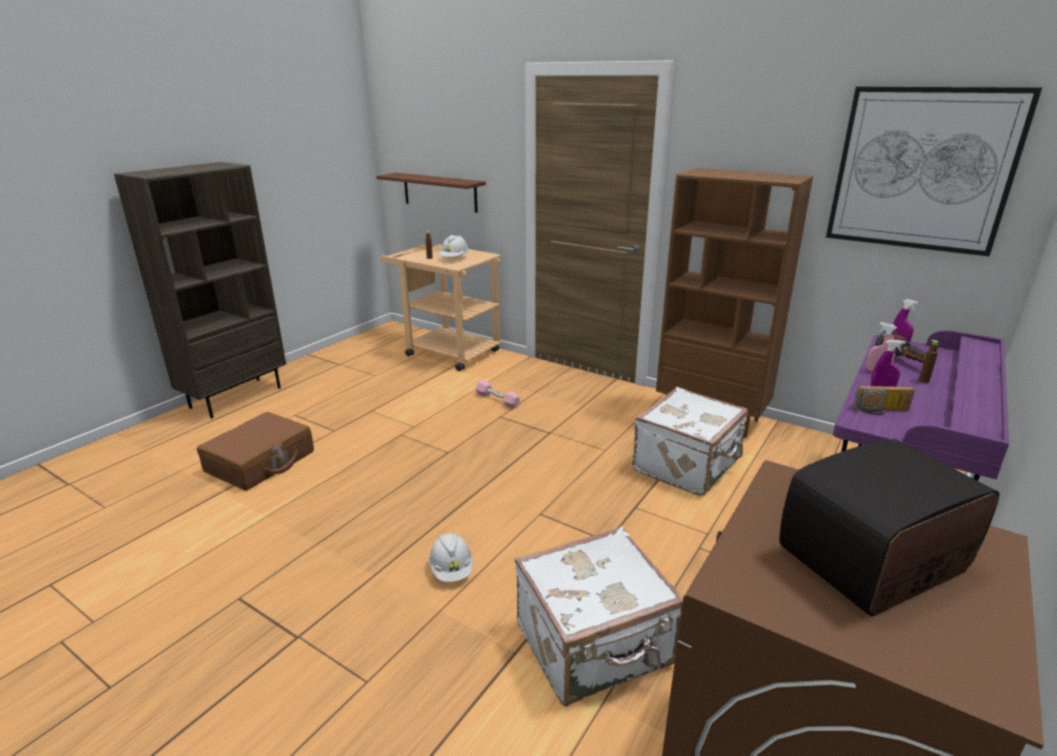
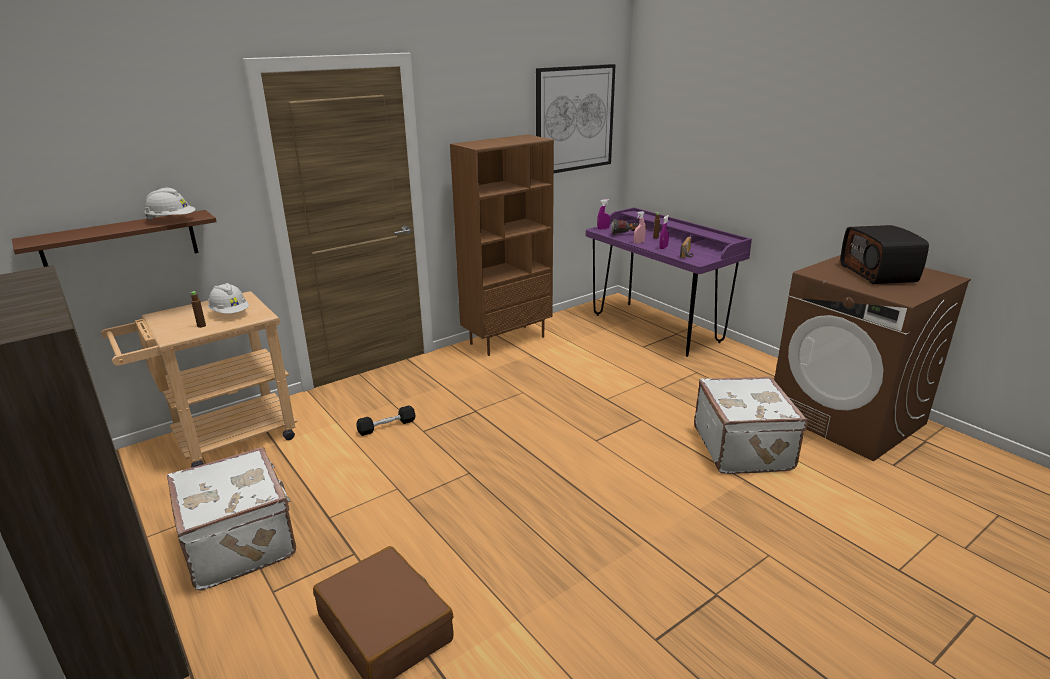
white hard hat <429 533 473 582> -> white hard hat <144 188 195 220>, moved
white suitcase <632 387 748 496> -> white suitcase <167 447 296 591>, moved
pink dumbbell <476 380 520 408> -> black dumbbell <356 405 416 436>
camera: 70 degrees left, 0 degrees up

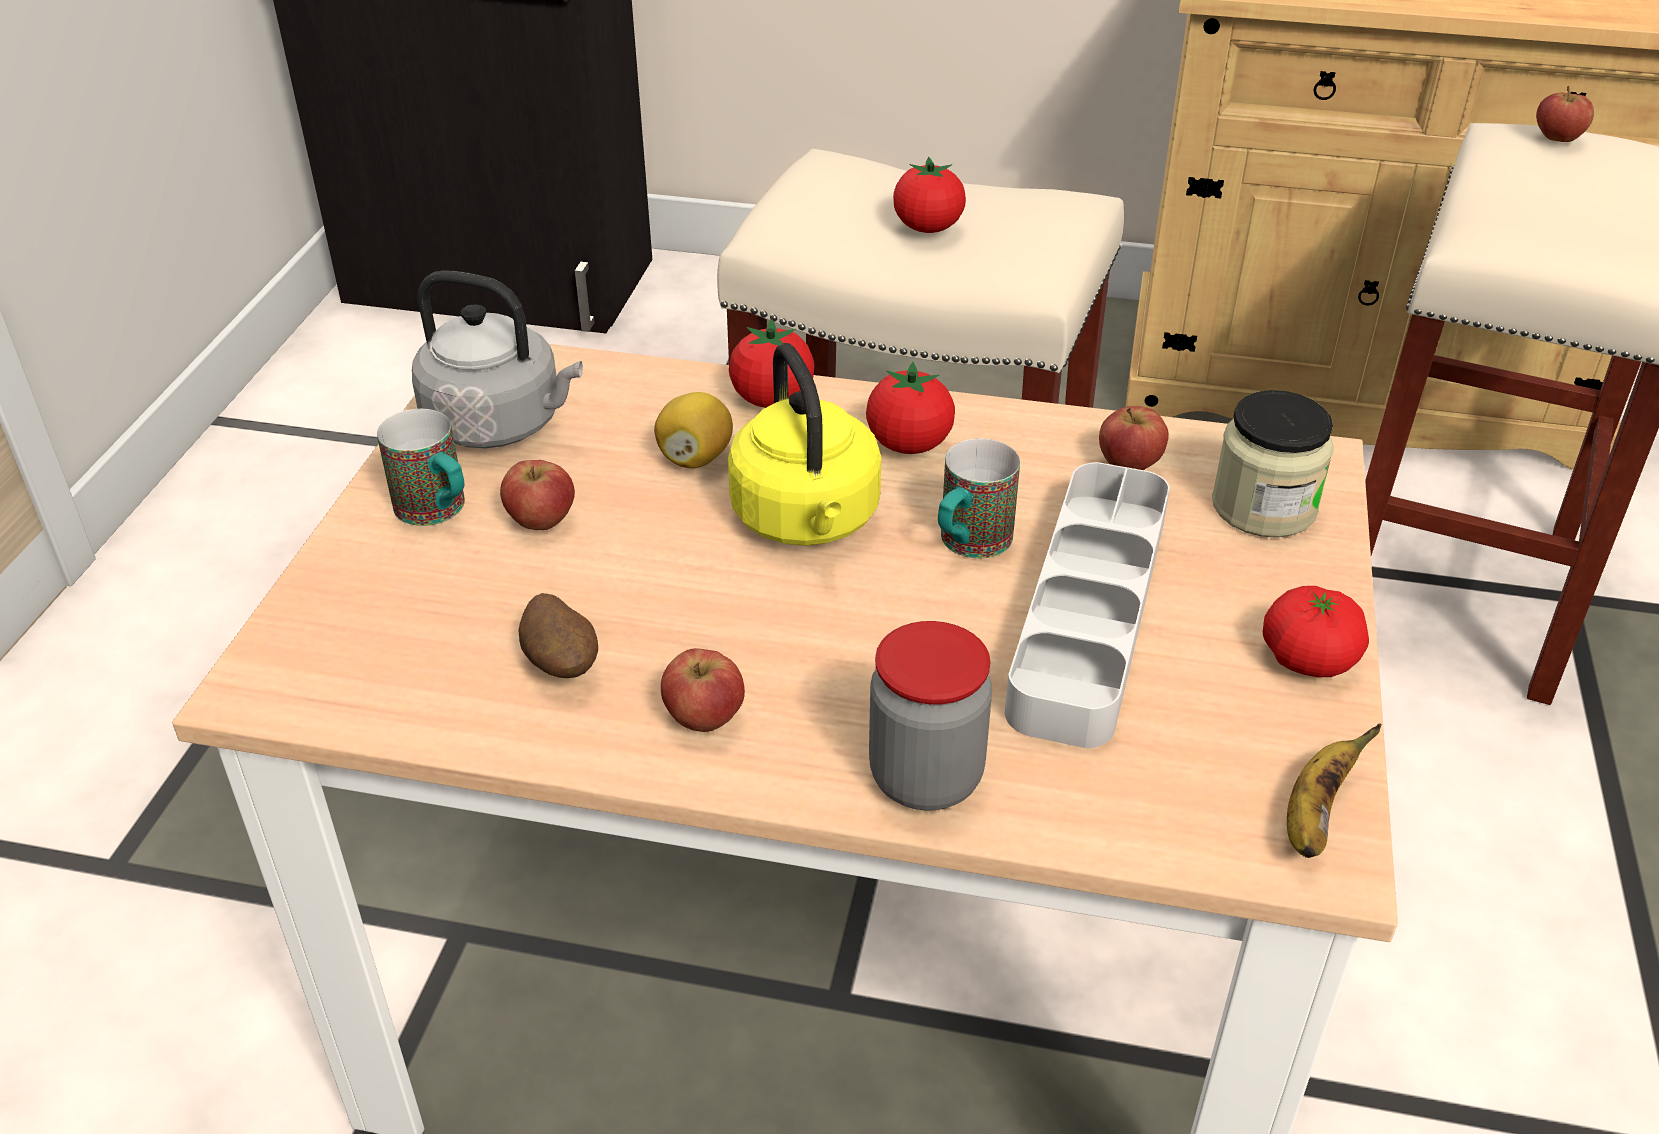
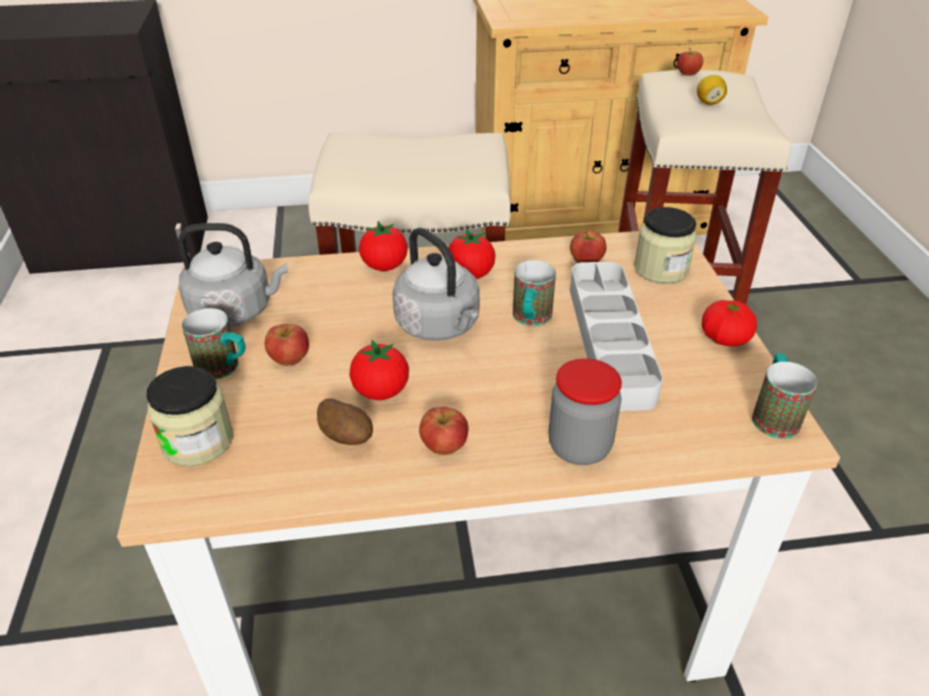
none -> jar <147 366 233 466>
tomato <893 157 966 233> -> tomato <350 340 409 400>, moved
yellow kettle <728 343 881 546> -> grey kettle <392 228 480 341>
lemon <654 392 733 468> -> lemon <697 75 727 105>, moved
banana <1287 723 1382 858> -> mug <752 353 817 439>
camera: 20 degrees left, 0 degrees up

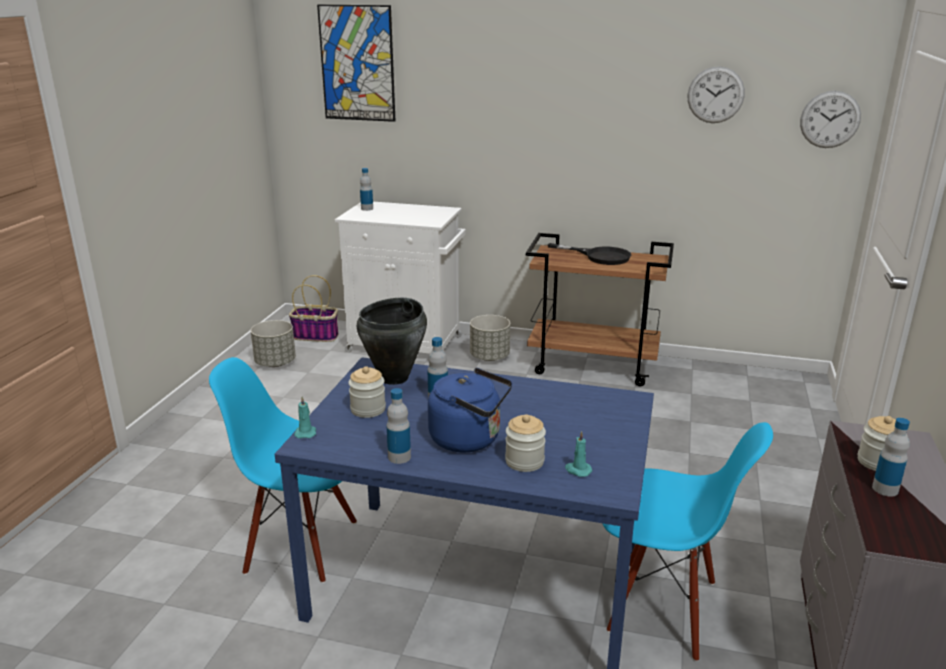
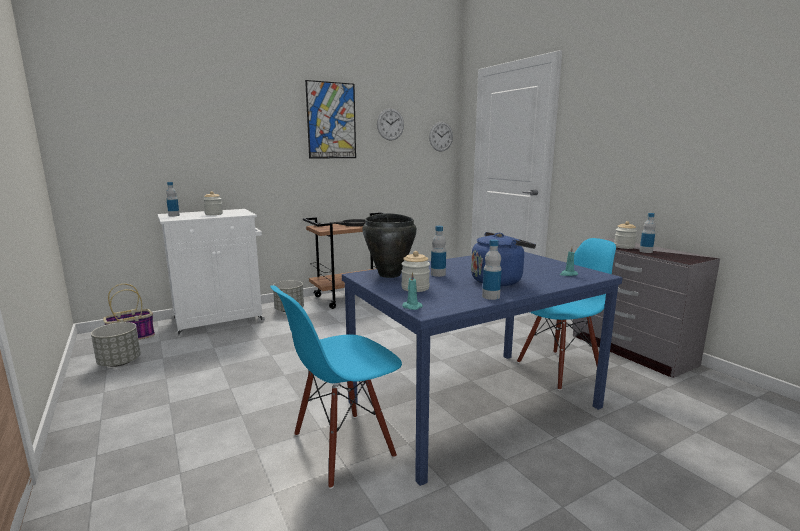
jar <505 414 546 472> -> jar <203 191 223 215>, moved
picture <317 4 395 122> -> picture <305 80 356 159>, moved
camera: 45 degrees left, 10 degrees down

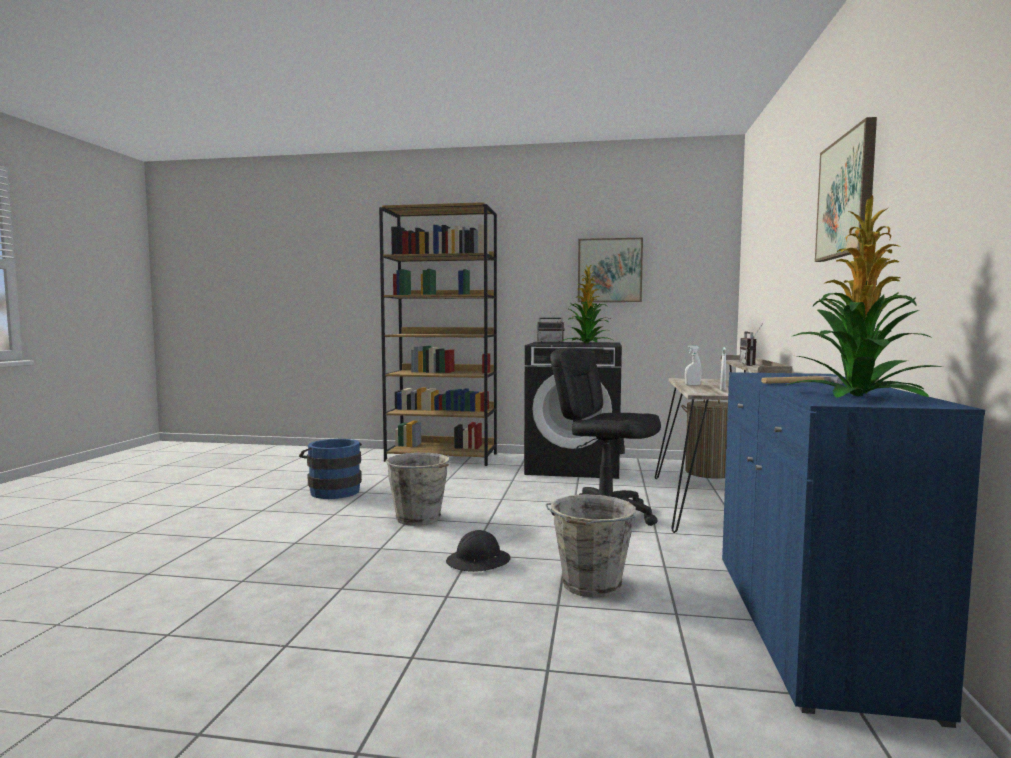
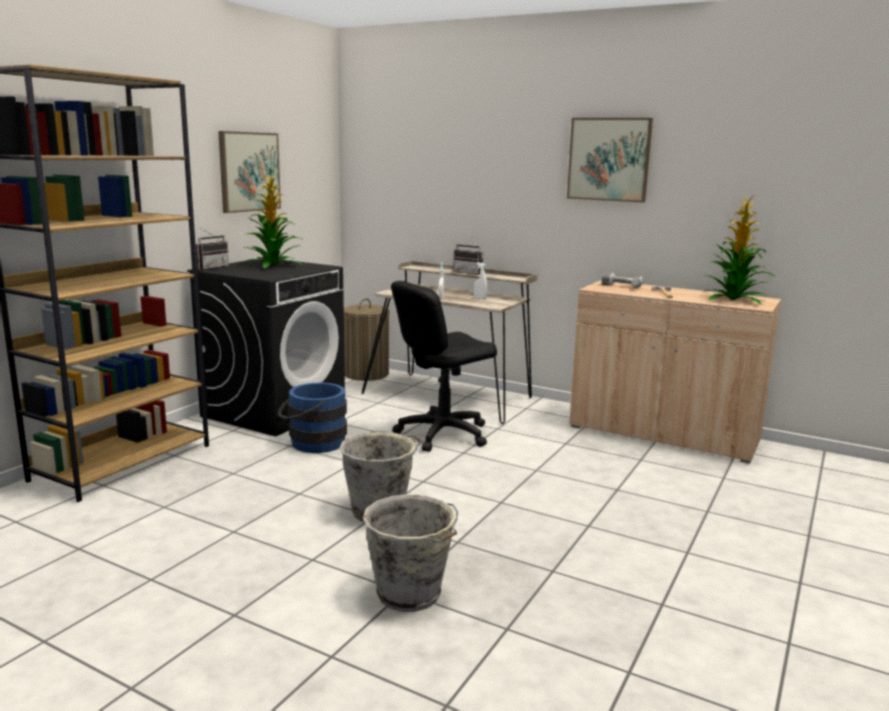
blue bucket <299 439 362 499> -> blue bucket <278 383 347 453>, moved
grey bucket <546 494 636 598> -> grey bucket <363 494 458 612>, moved
blue cabinet <722 372 985 728> -> beige cabinet <569 280 781 463>
none -> power drill <601 272 644 288>
black hard hat <446 530 511 572> -> none
camera: 70 degrees left, 10 degrees up

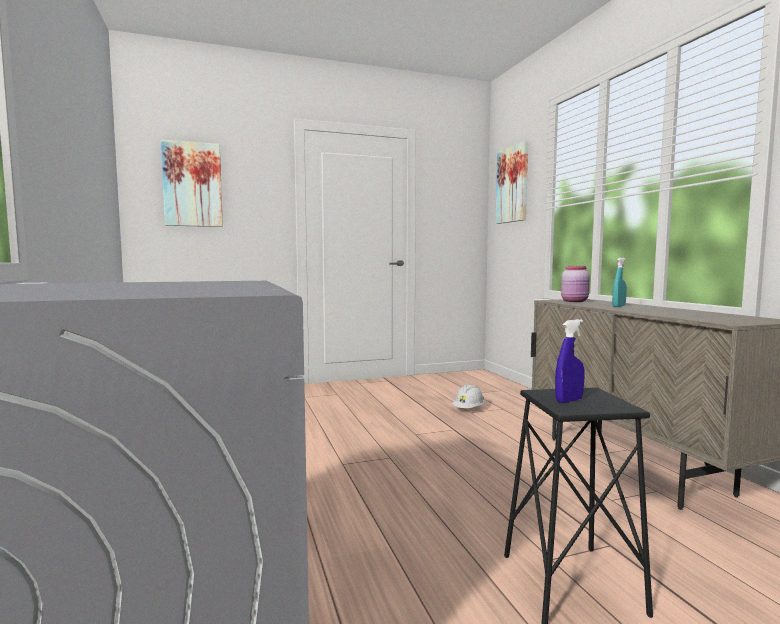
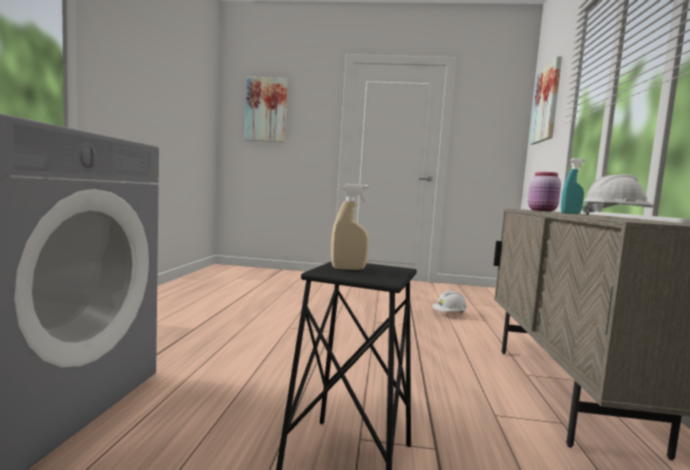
blue spray bottle <555 319 585 403> -> beige spray bottle <331 184 369 270>
none -> white hard hat <582 174 656 215>
camera: 25 degrees right, 0 degrees up

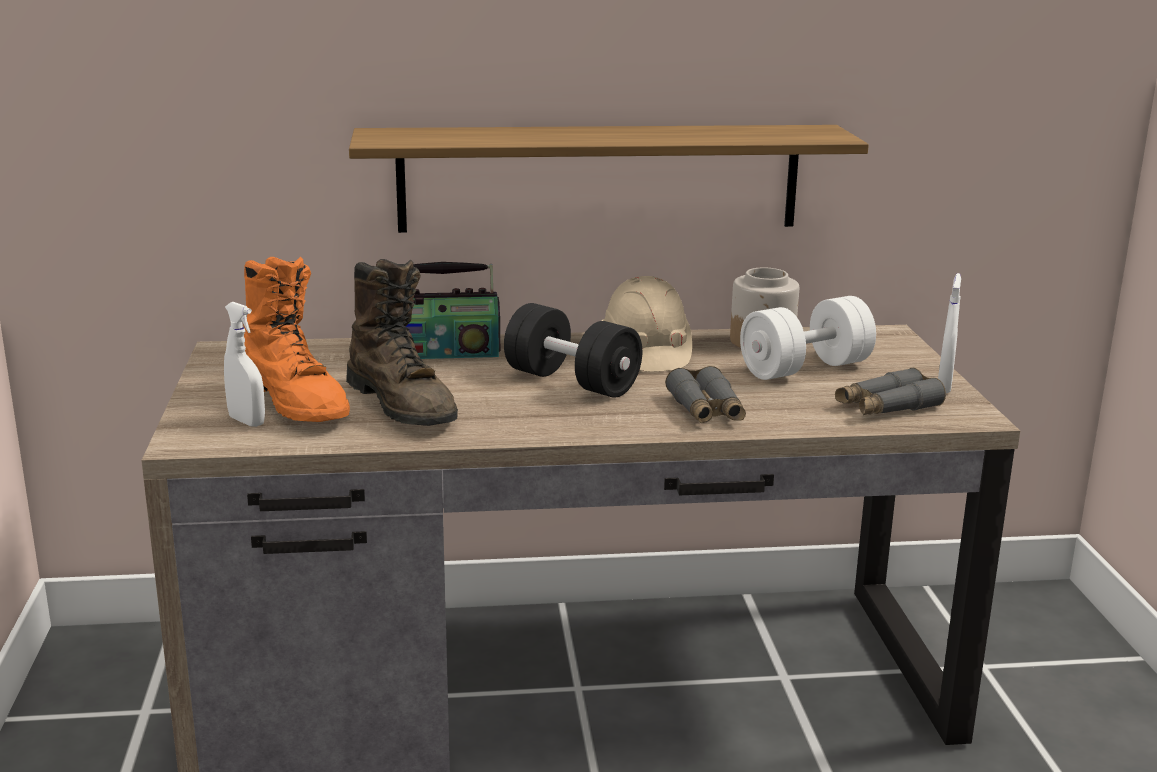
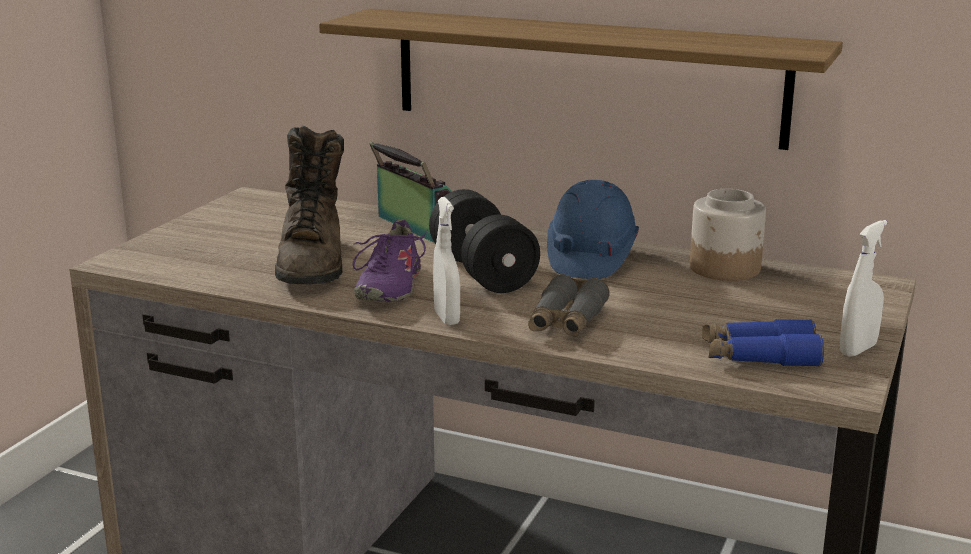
none -> purple shoe <352 219 427 302>
radio <405 262 500 359> -> radio <370 142 453 243>, 150 degrees counterclockwise
white spray bottle <224 302 265 427> -> white spray bottle <433 197 460 325>, moved
beige hard hat <601 276 692 372> -> blue hard hat <547 180 639 279>
grey binoculars <835 368 946 415> -> blue binoculars <702 319 824 367>
orange boot <243 257 350 422> -> none
white dumbbell <740 296 876 380> -> none
camera: 30 degrees right, 0 degrees up

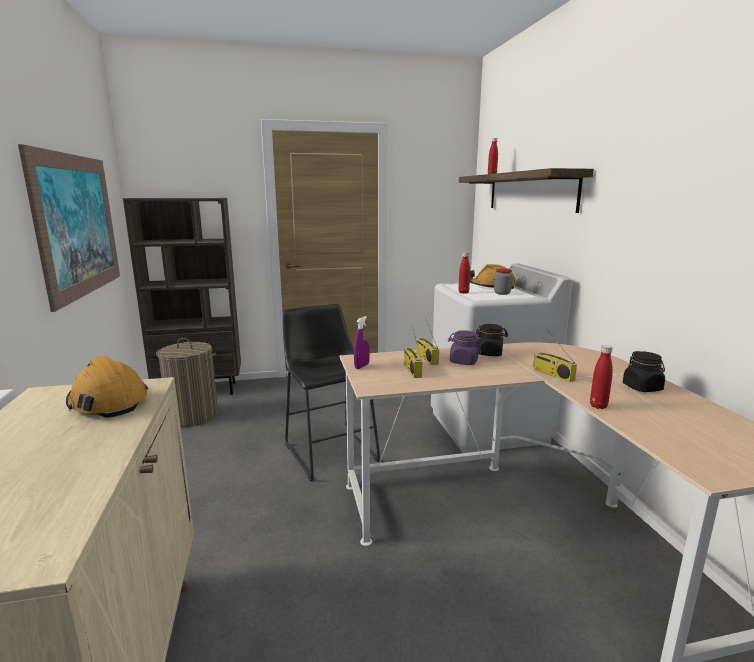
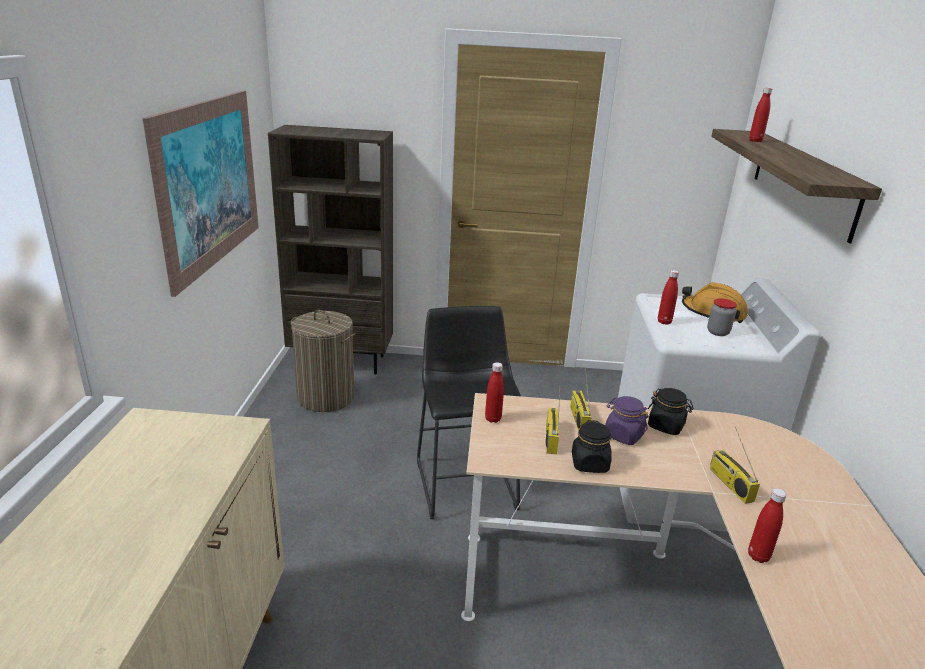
purple spray bottle <354 316 370 369> -> red bottle <485 362 504 423>
black jar <623 351 665 392> -> black jar <572 420 612 473>, moved
orange hard hat <66 356 148 418> -> none
camera: 15 degrees right, 10 degrees up

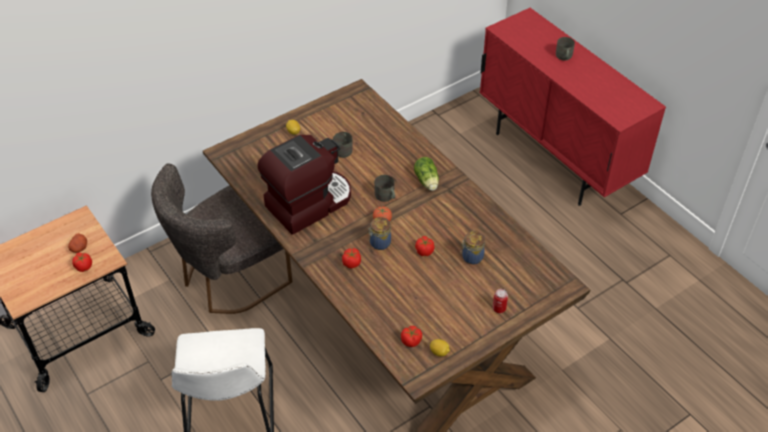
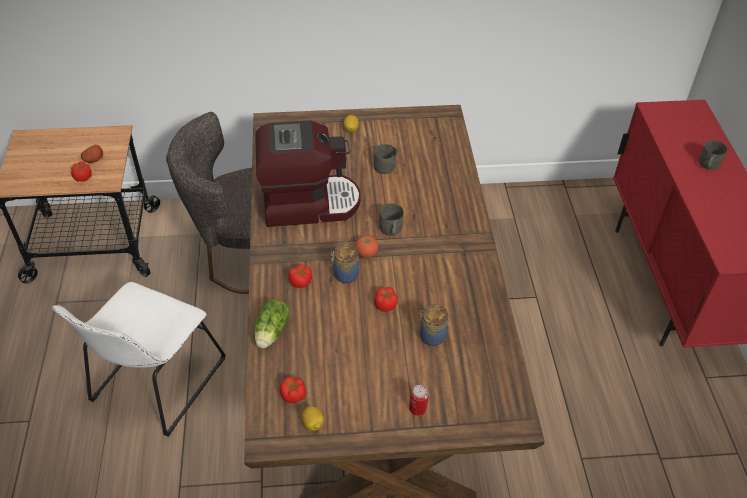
lettuce <414 157 439 191> -> lettuce <254 300 290 348>, moved
camera: 30 degrees right, 0 degrees up

